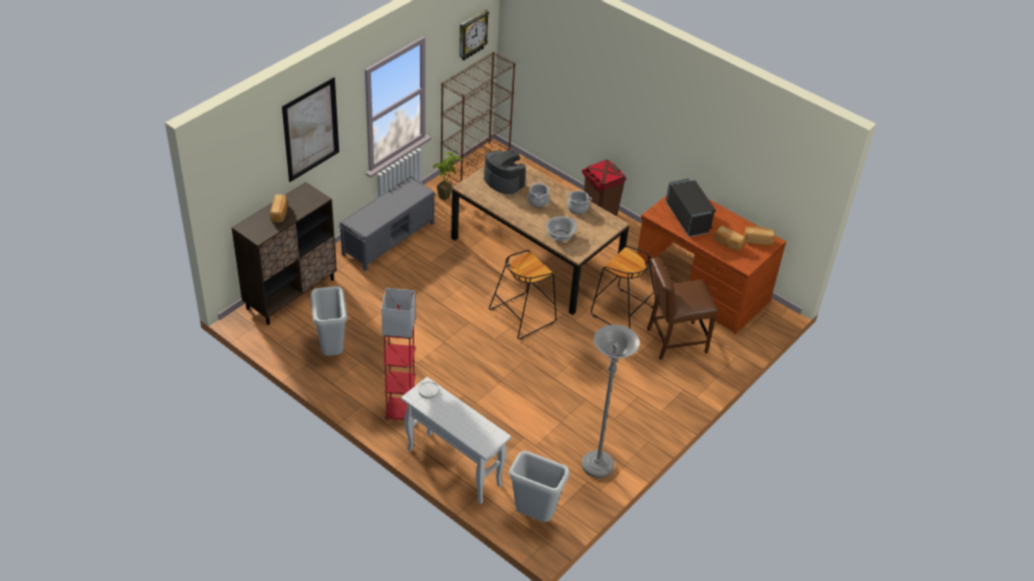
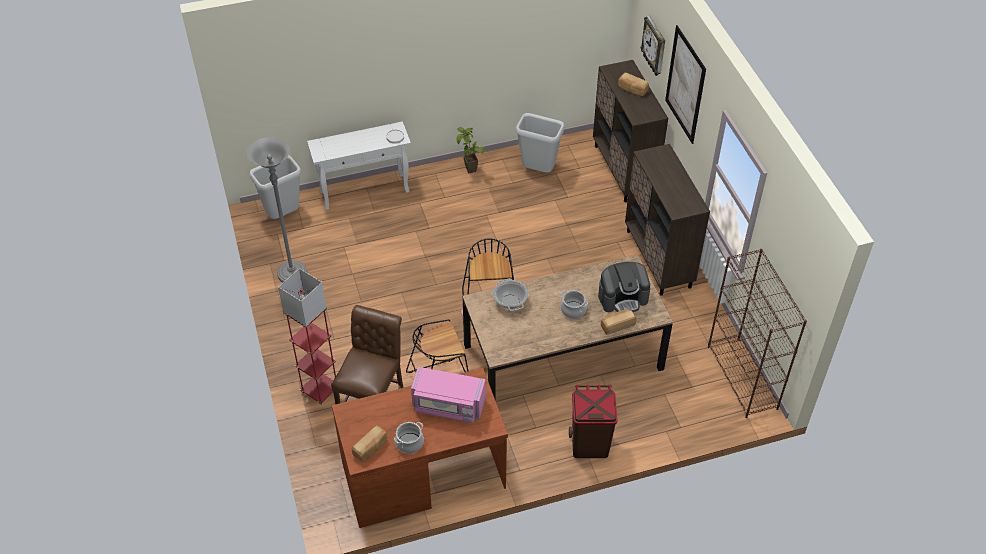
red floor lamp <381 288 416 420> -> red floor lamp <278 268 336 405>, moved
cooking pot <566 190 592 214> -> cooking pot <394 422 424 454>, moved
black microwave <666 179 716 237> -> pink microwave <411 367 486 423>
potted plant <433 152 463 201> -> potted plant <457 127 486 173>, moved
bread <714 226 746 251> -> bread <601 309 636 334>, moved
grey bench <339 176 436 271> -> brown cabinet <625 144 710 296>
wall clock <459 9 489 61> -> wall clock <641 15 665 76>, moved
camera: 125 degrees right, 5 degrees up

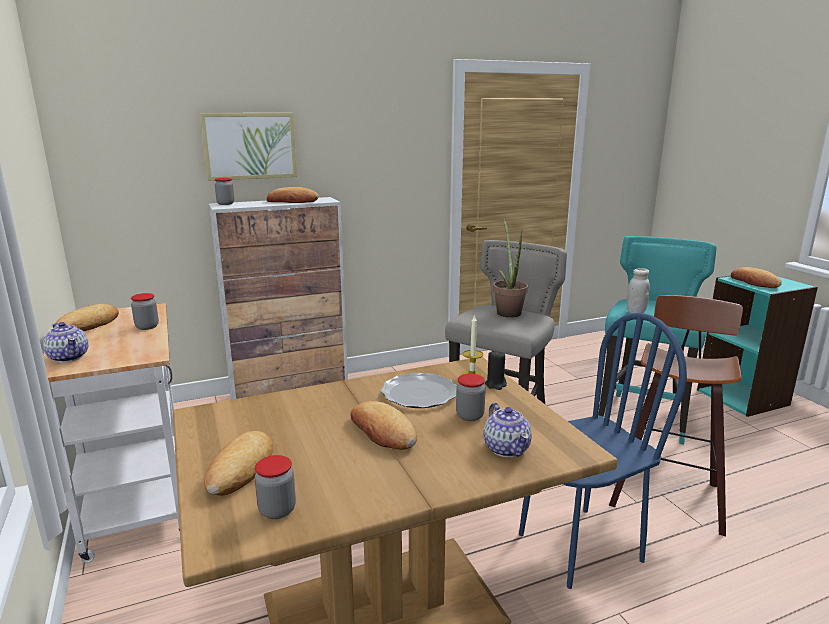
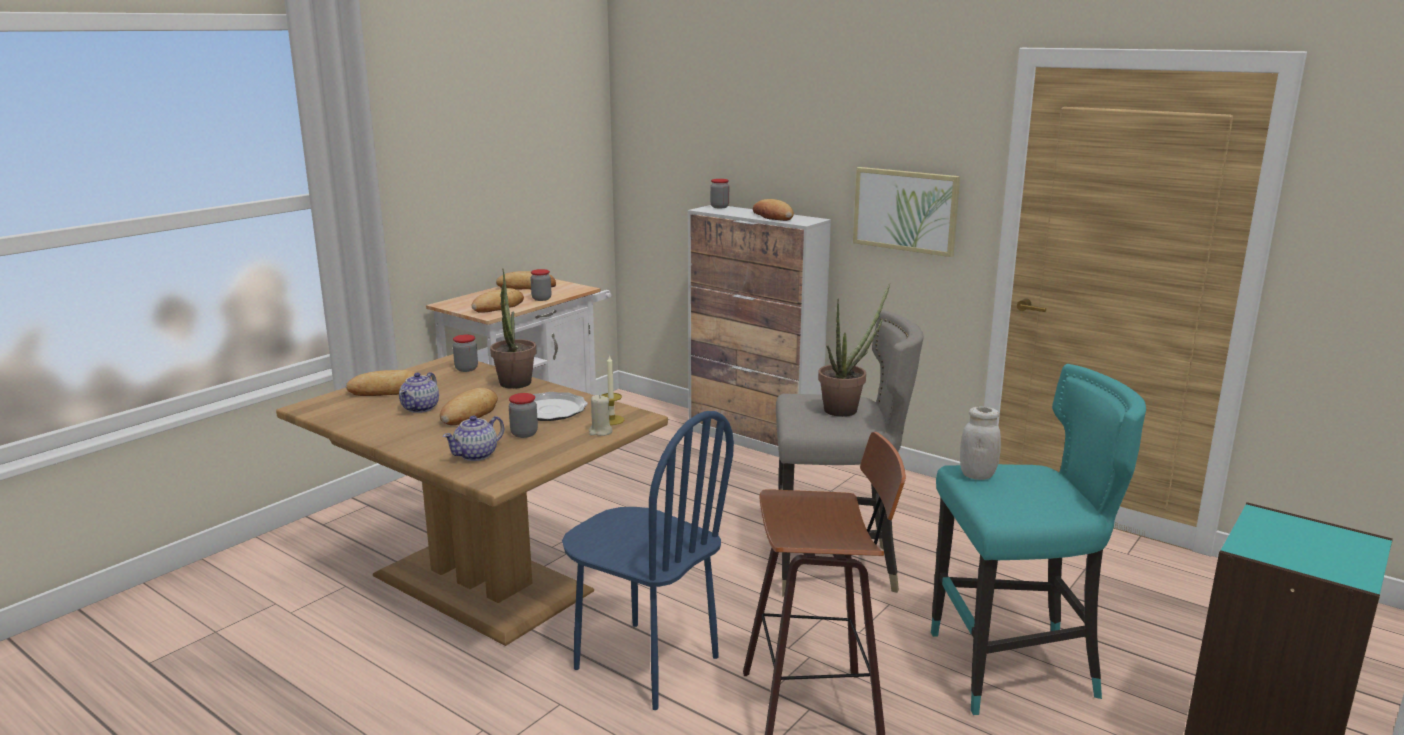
teapot <43 322 88 363> -> teapot <399 372 439 413>, moved
jar <255 455 296 519> -> jar <453 335 478 372>, moved
bread <731 267 782 288> -> bread <471 288 524 313>, moved
none -> potted plant <490 269 536 389>
black candle <485 350 507 390> -> beige candle <589 395 613 436>
picture <200 113 297 181> -> picture <853 167 960 257>, moved
camera: 60 degrees right, 0 degrees up

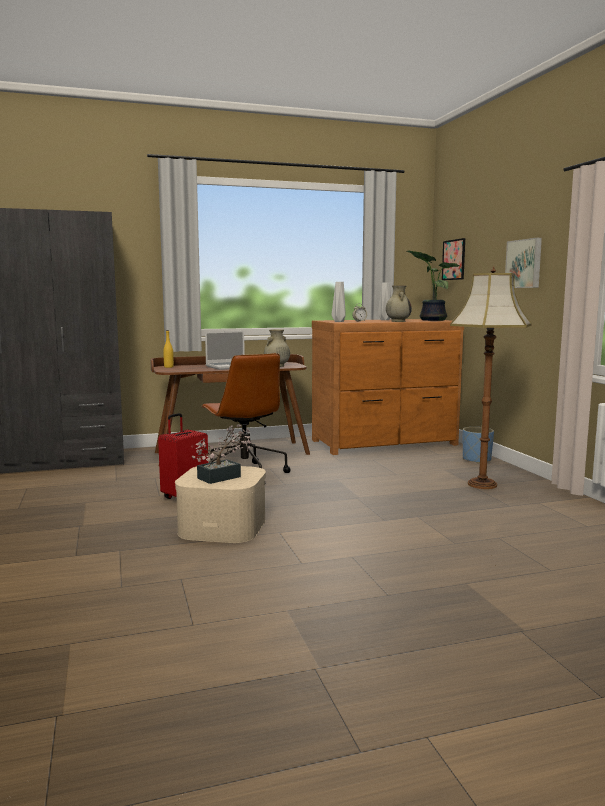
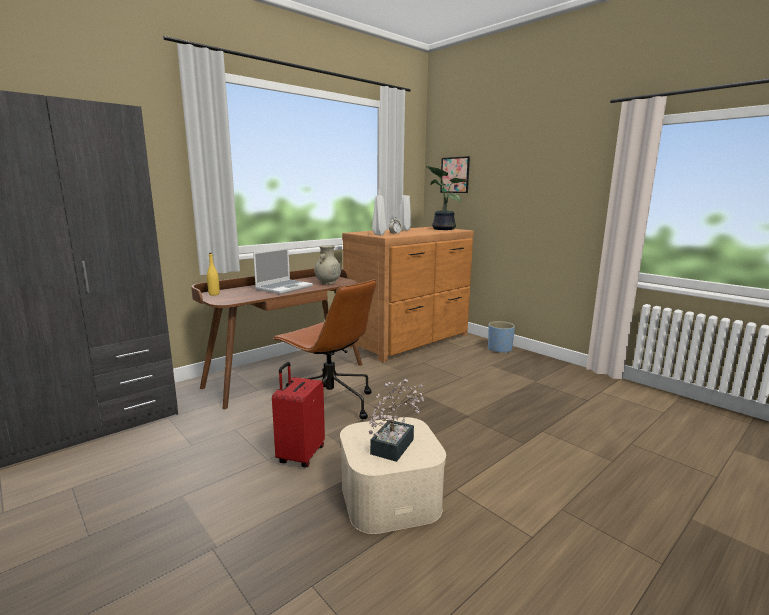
beige vase <386 285 412 322> -> none
floor lamp <450 266 532 489> -> none
picture <505 238 542 288> -> none
camera: 25 degrees left, 5 degrees up

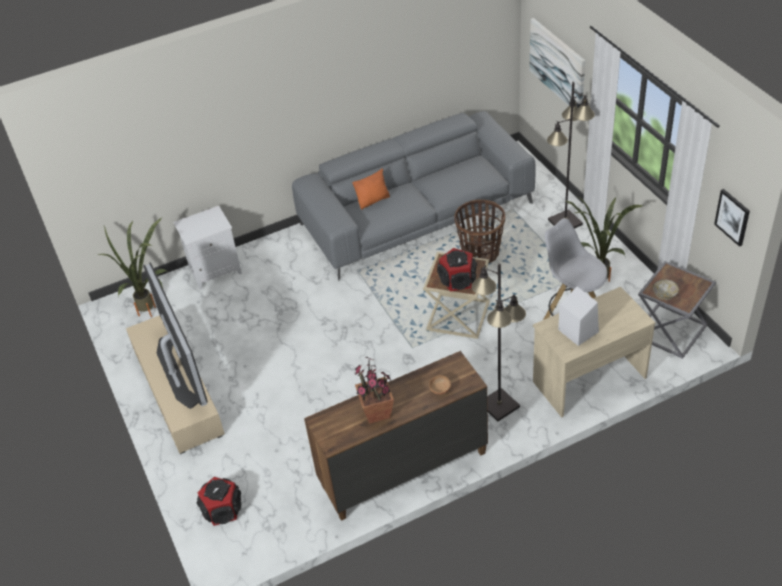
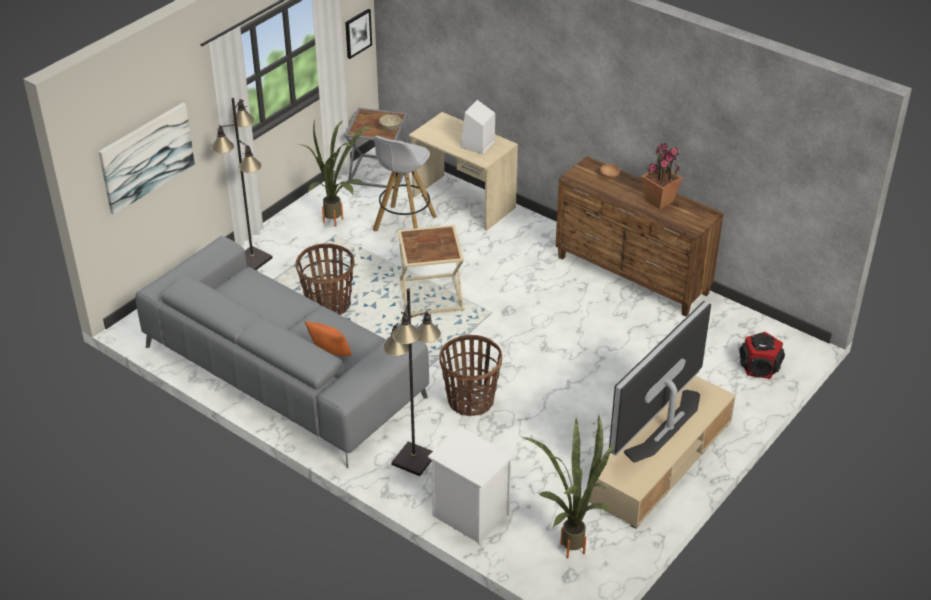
black floor lamp <472 264 526 421> -> black floor lamp <383 288 441 476>, moved
none -> basket <439 335 502 416>
speaker <437 248 477 291> -> none
camera: 120 degrees left, 5 degrees down

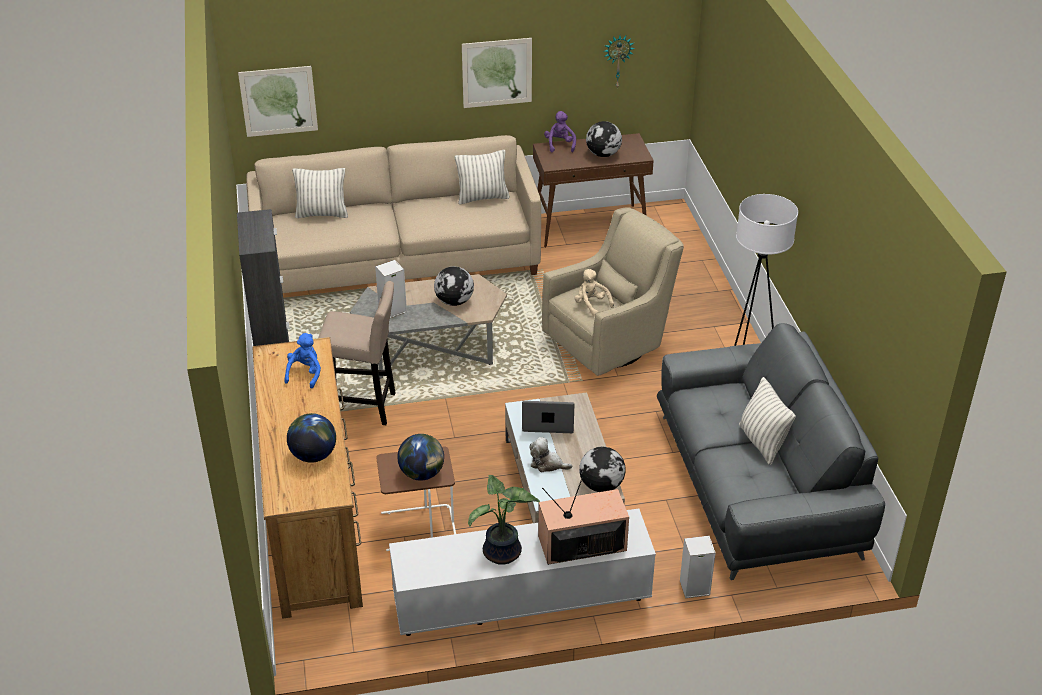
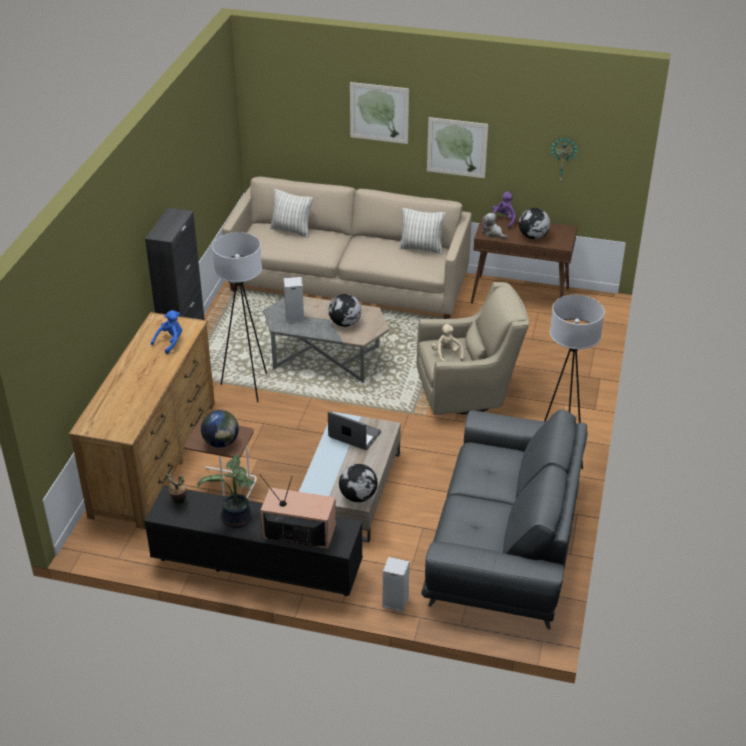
white tv stand <389 508 656 636> -> black tv stand <144 485 363 596>
none -> potted plant <165 474 187 504>
beige stool <318 281 396 425> -> white floor lamp <212 232 267 402>
picture <238 66 318 137> -> picture <350 82 409 144>, moved
plush toy <530 437 572 472> -> plush toy <481 213 507 239>, moved
globe <287 413 336 463> -> none
pillow <739 377 796 465> -> none
camera: 25 degrees right, 0 degrees up

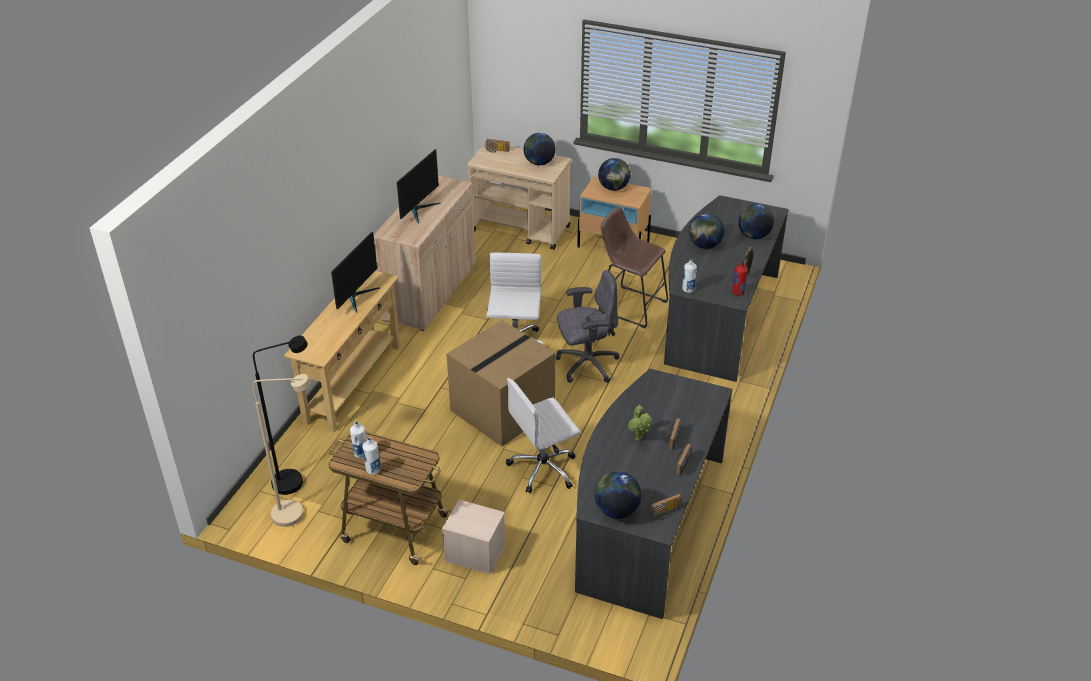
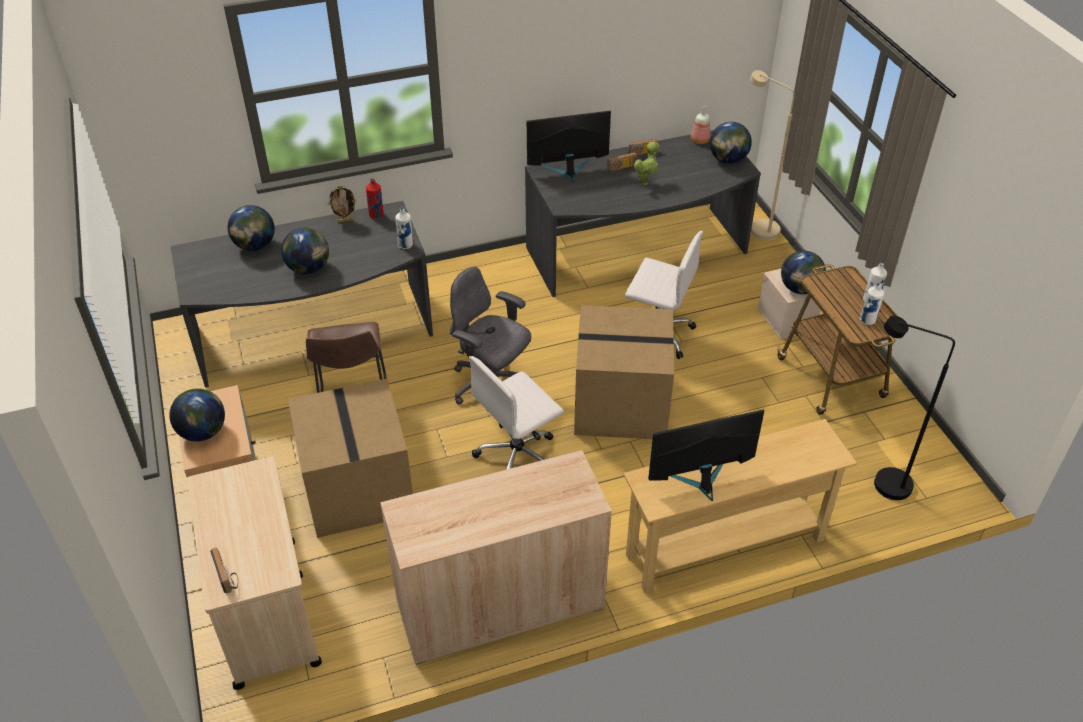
none -> cardboard box <288 379 413 538>
monitor <397 149 441 223> -> monitor <527 111 611 182>, moved
radio <650 494 681 520> -> bottle <691 106 710 144>
beige floor lamp <253 374 311 527> -> beige floor lamp <750 70 795 240>, moved
globe <523 133 556 165> -> globe <781 251 826 294>, moved
camera: 130 degrees left, 5 degrees up

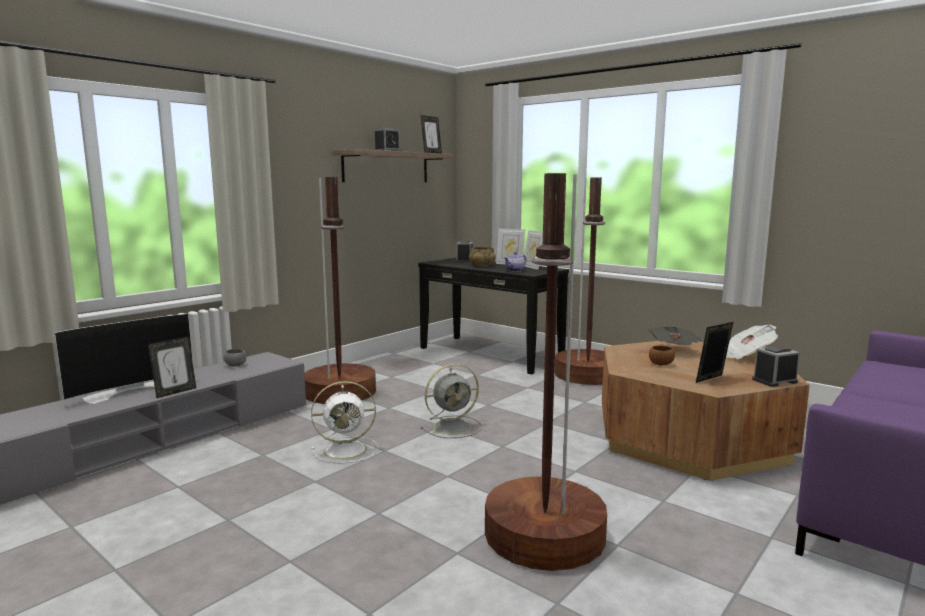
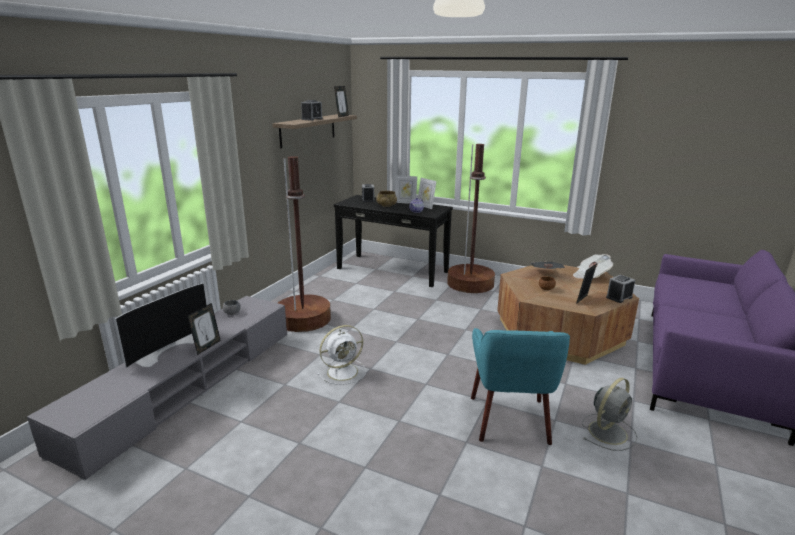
brown floor lamp <485 173 607 571> -> turquoise armchair <471 328 570 445>
grey fan <420 364 482 438> -> grey fan <582 378 637 451>, moved
camera: 15 degrees left, 10 degrees up

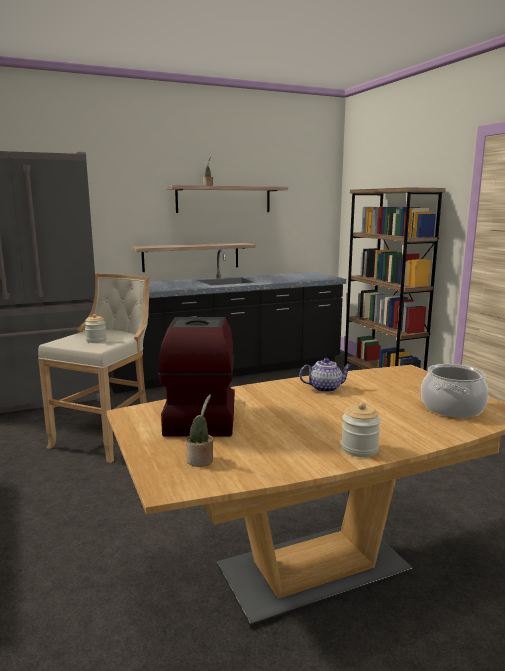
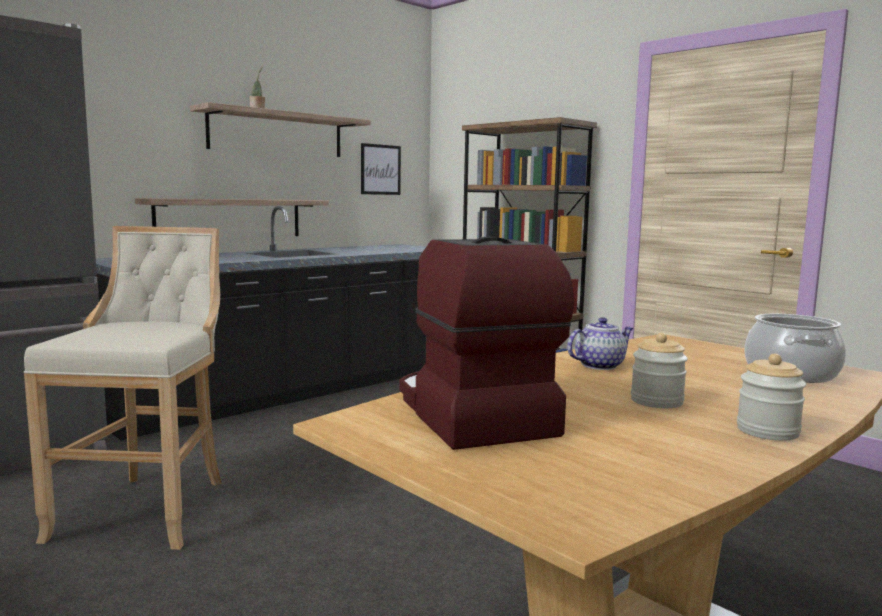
none -> picture <361 143 401 195>
jar <85 314 107 343> -> jar <631 333 688 408>, moved
potted plant <186 394 213 467> -> none
camera: 20 degrees left, 5 degrees down

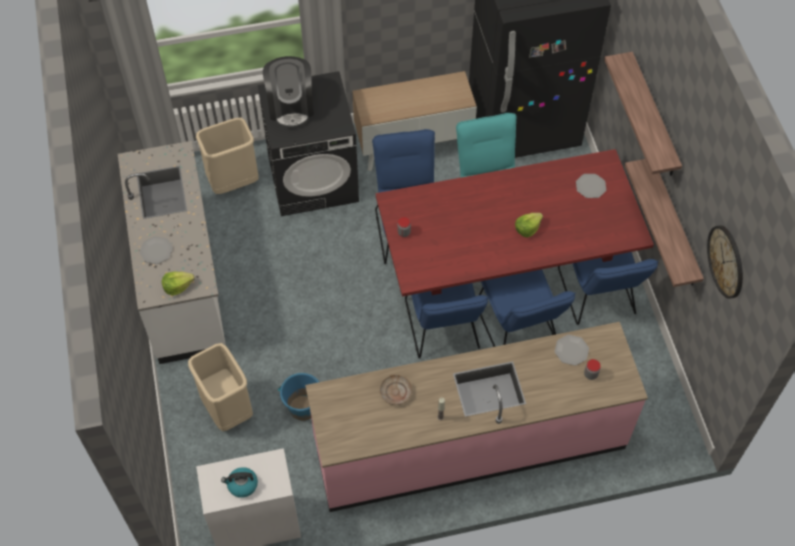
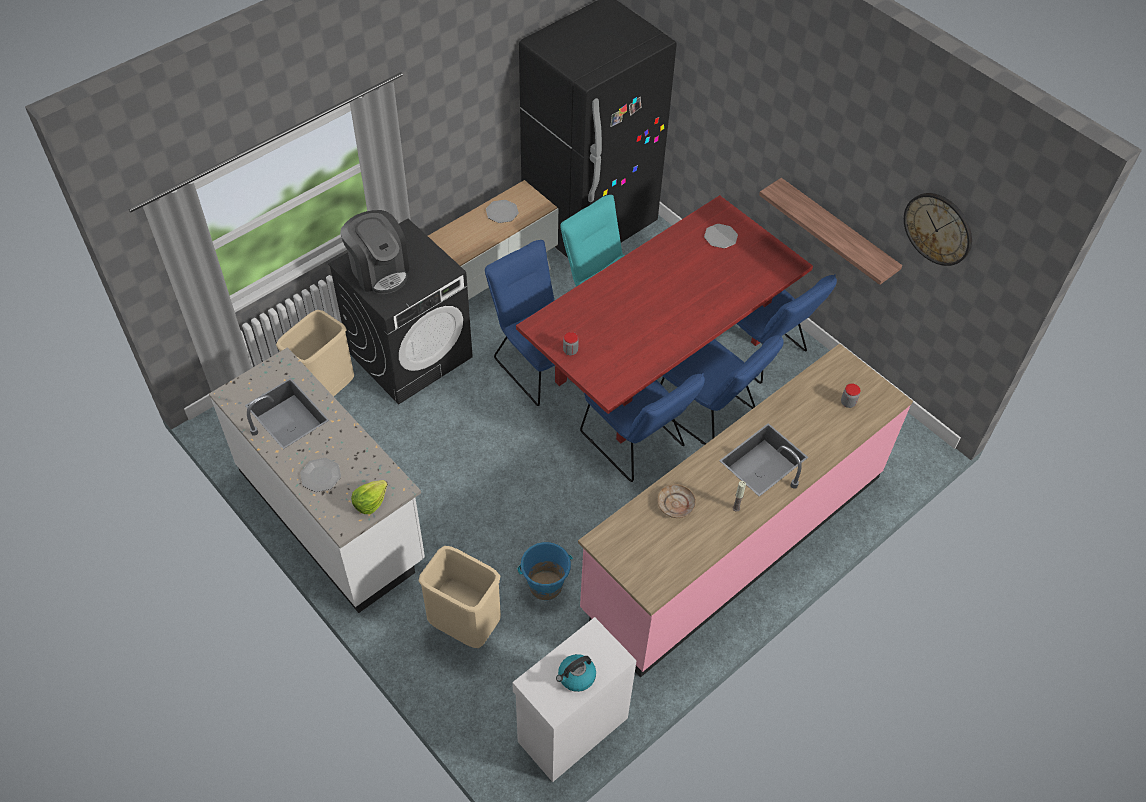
plate <555 335 589 366> -> plate <486 200 519 223>, moved
lettuce <515 213 543 238> -> none
shelf <604 52 682 176> -> none
camera: 30 degrees left, 5 degrees down

